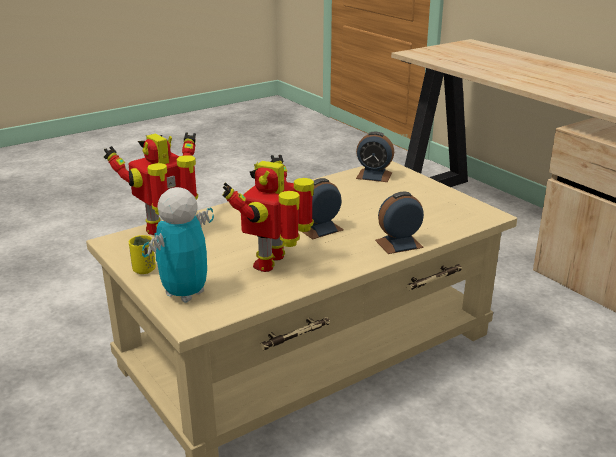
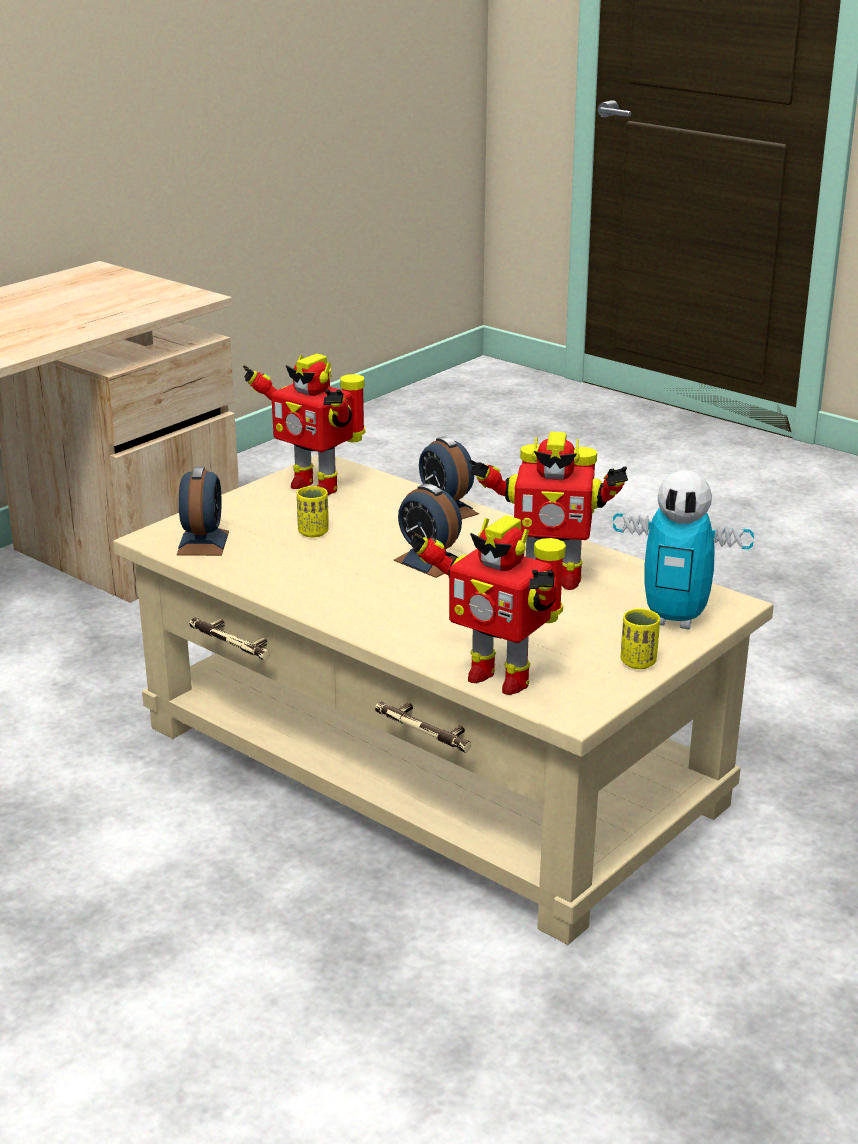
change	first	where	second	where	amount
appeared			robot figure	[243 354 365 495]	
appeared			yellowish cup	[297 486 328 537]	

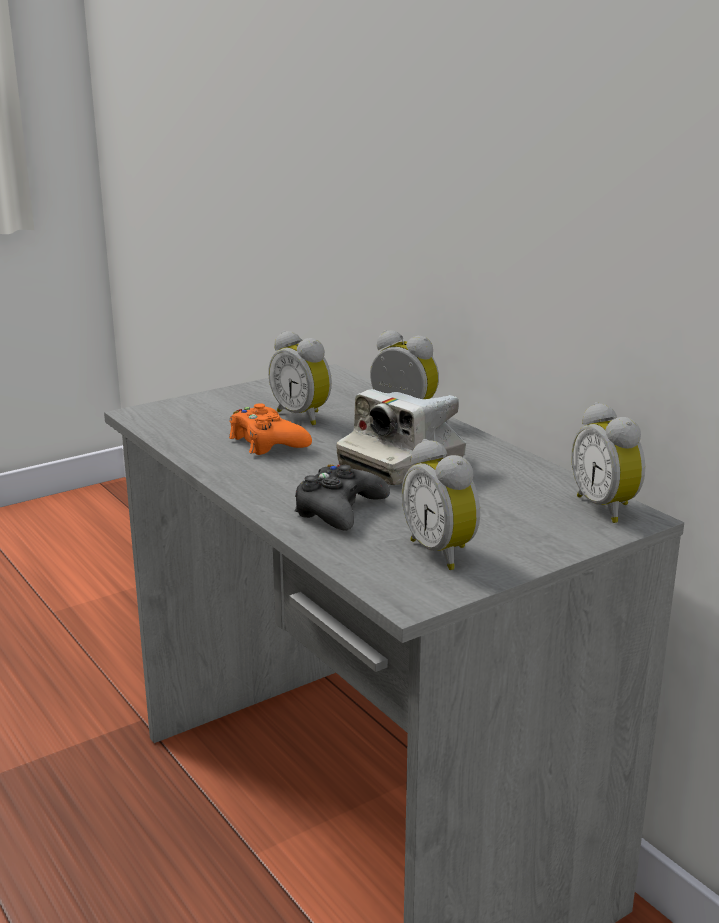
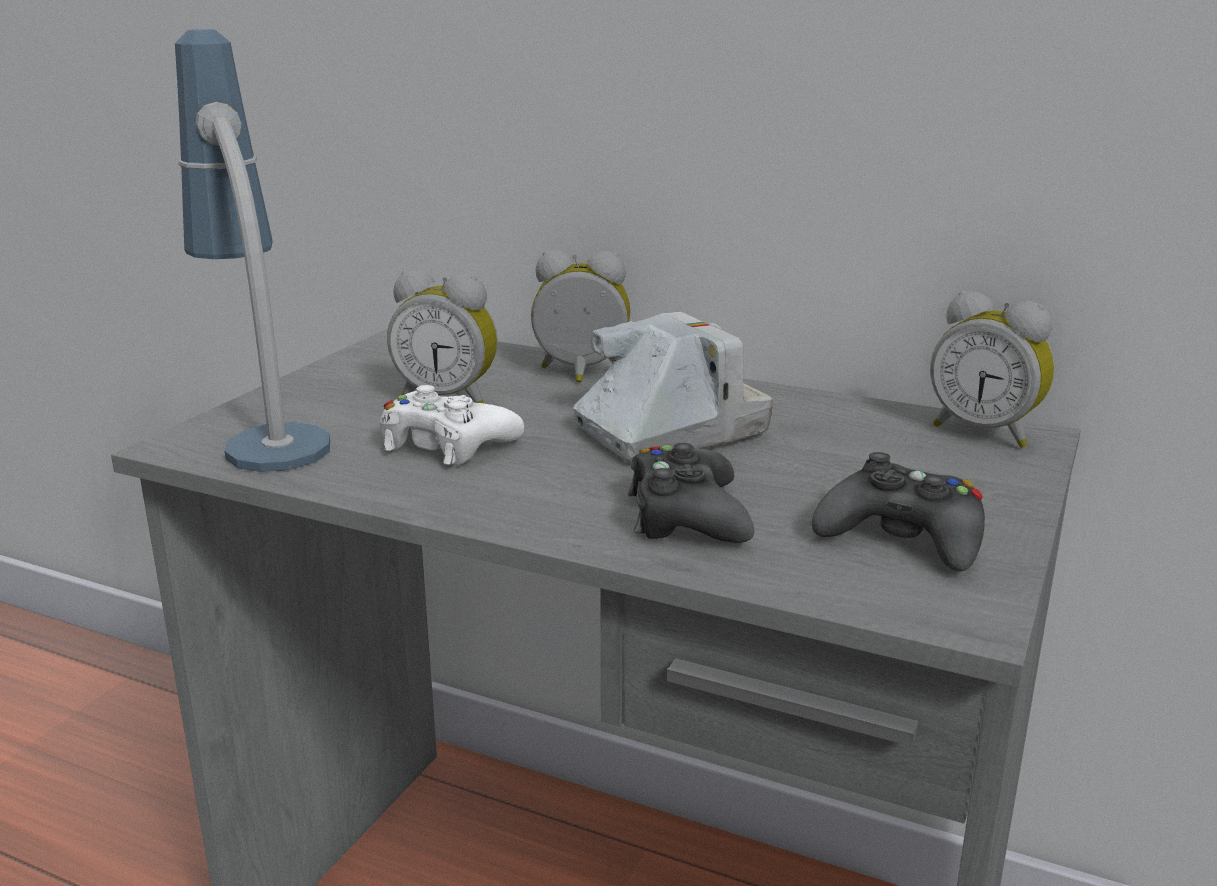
change	first	where	second	where	amount
spun	still camera	[336 389 466 485]		[573 312 773 463]	135 degrees counterclockwise
colour	orange-coloured game controller	[229 403 312 455]	white-coloured game controller	[380 385 524 465]	
exchanged	bedside clock	[402 439 480 570]	black game controller	[812 452 985 572]	
appeared			lamp for a table	[175 29 330 472]	

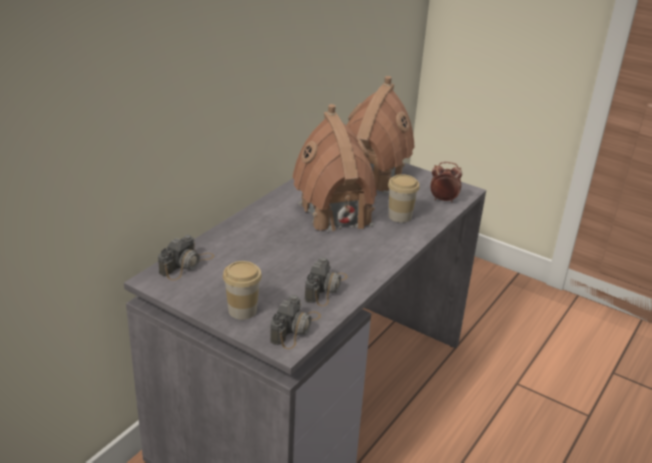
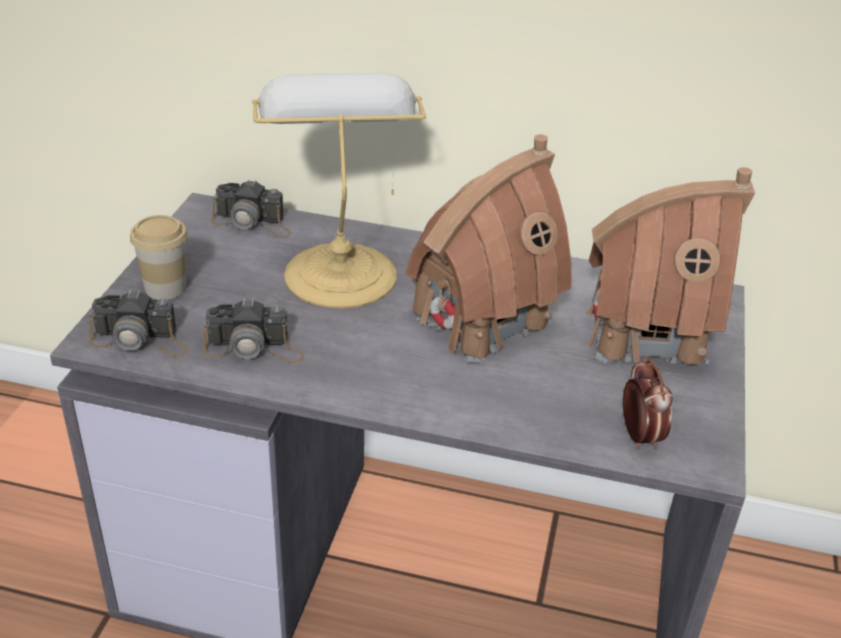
change	first	where	second	where	amount
missing	cup	[388 174 420 223]			
appeared			lamp for a table	[252 73 426 309]	

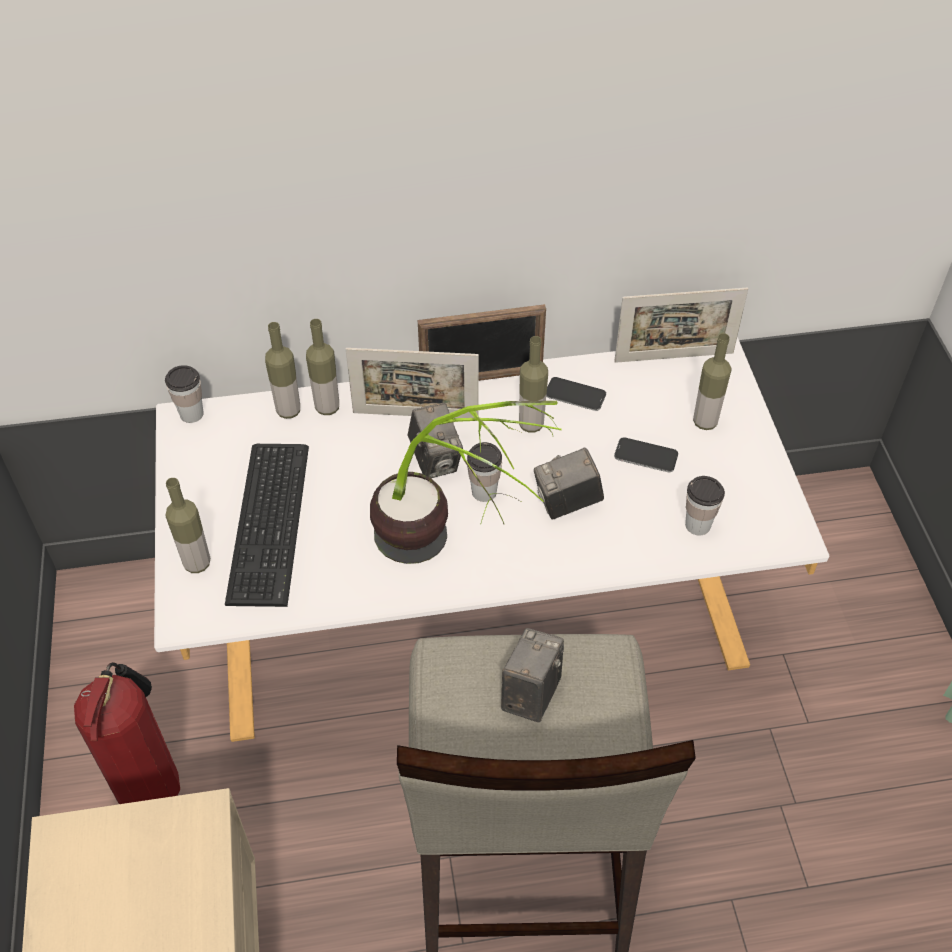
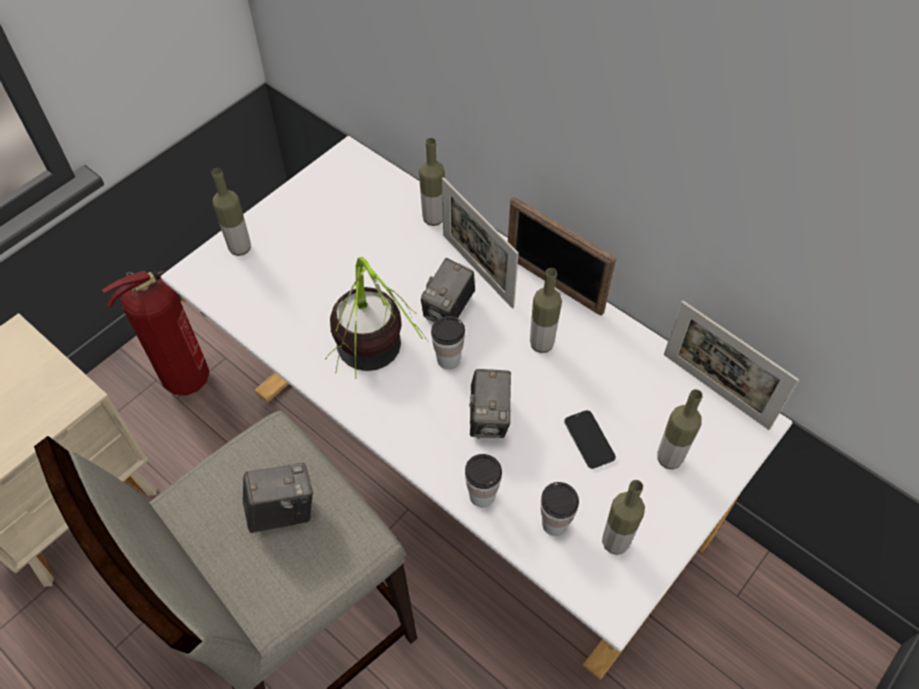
change	first	where	second	where	amount
relocated	drink bottle	[265 322 300 419]		[602 480 645 555]	
relocated	cup	[165 365 204 423]		[465 454 502 507]	
missing	telephone	[546 377 606 411]			
missing	computer keyboard	[225 444 309 607]			
spun	still camera	[534 448 604 519]		[469 369 511 439]	120 degrees counterclockwise

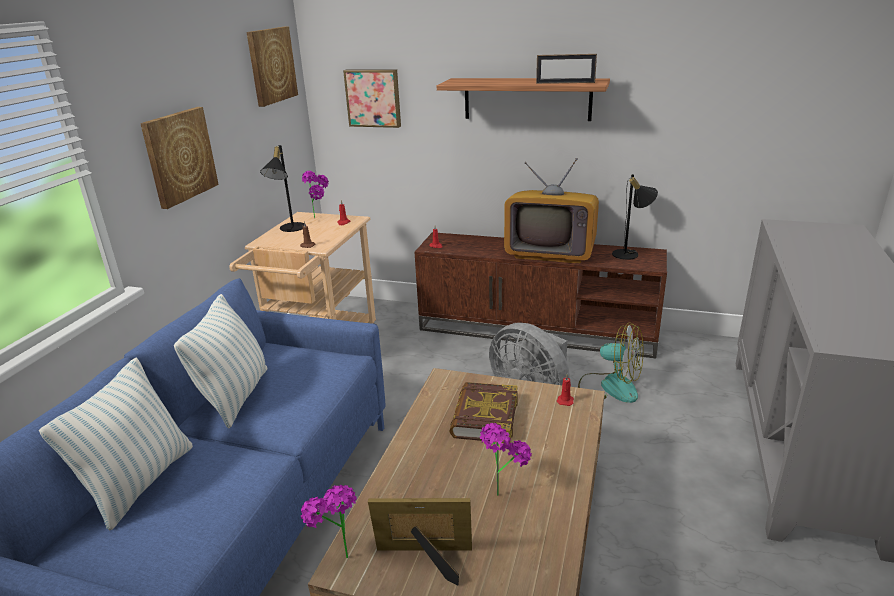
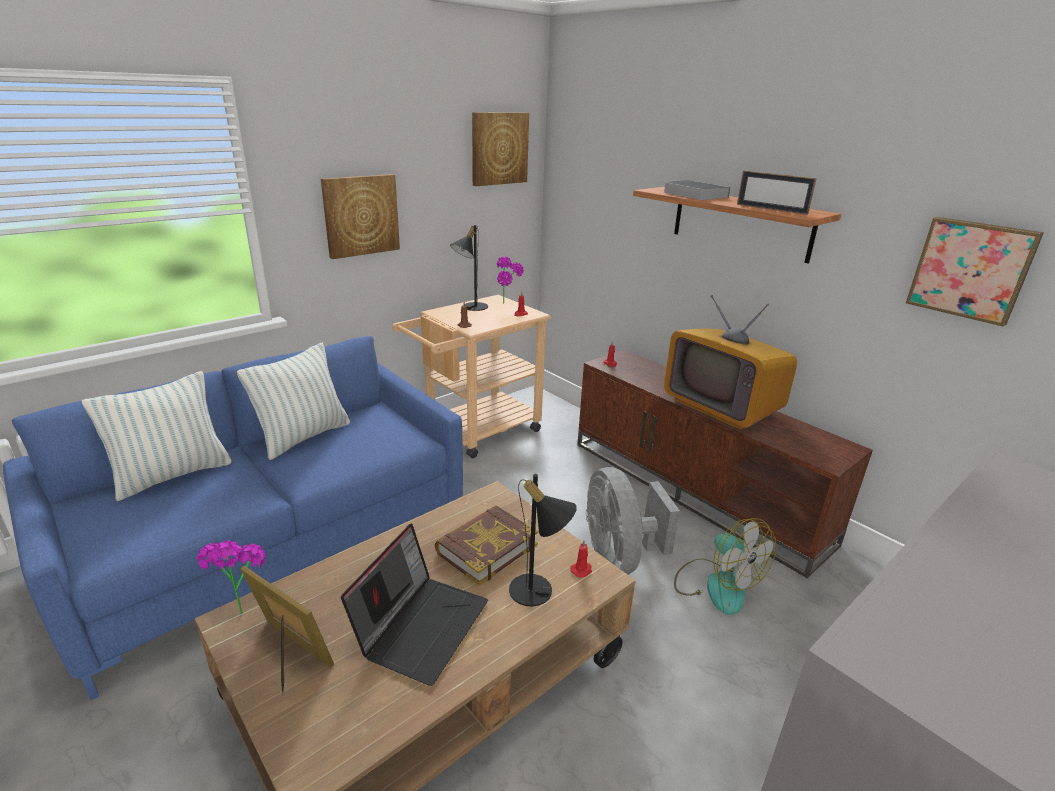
change	first	where	second	where	amount
relocated	wall picture	[343 69 401 128]		[906 217 1044 327]	
relocated	black lamp for a table	[612 174 658 260]		[509 474 577 607]	
exchanged	plant in a pot	[480 423 532 496]	portable computer	[341 523 488 686]	
appeared			volume	[663 180 730 200]	

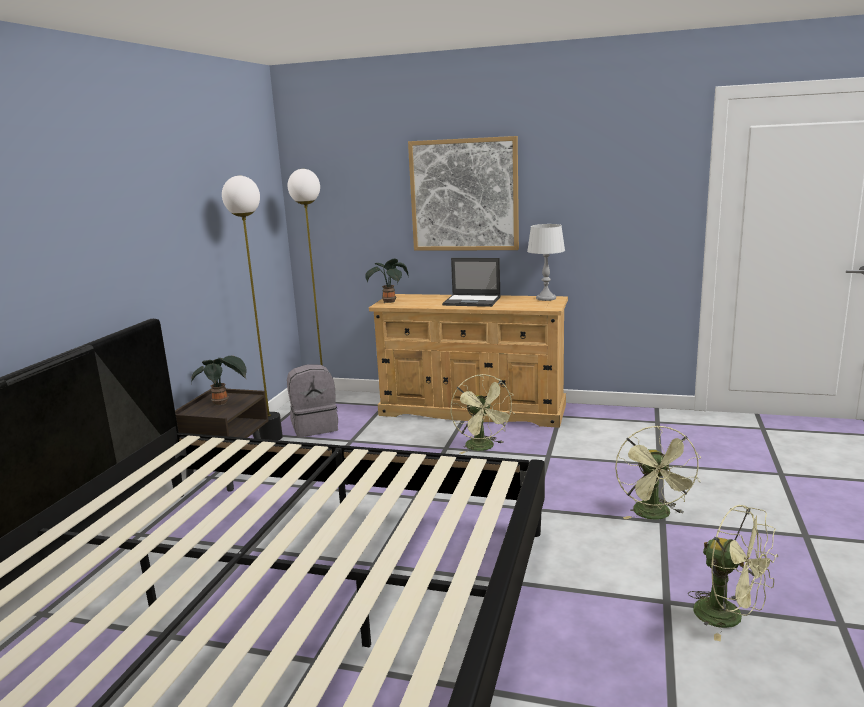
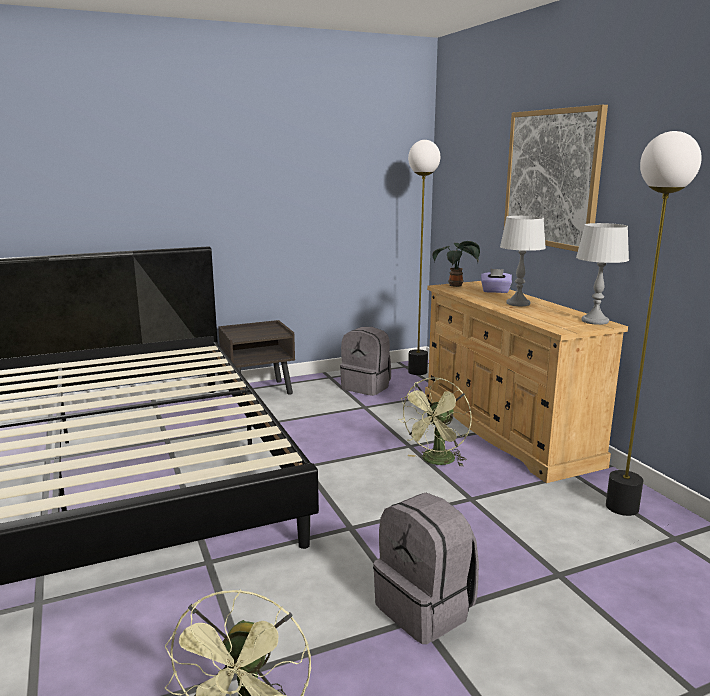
change	first	where	second	where	amount
relocated	standard lamp	[222 176 283 440]		[606 131 702 516]	
exchanged	portable computer	[442 258 501 307]	gray lamp for a table	[500 216 546 306]	
missing	plant in a pot	[191 356 246 405]			
exchanged	green fan	[615 426 701 520]	gray backpack	[373 493 479 644]	
appeared			purplish tissue box	[481 268 512 293]	

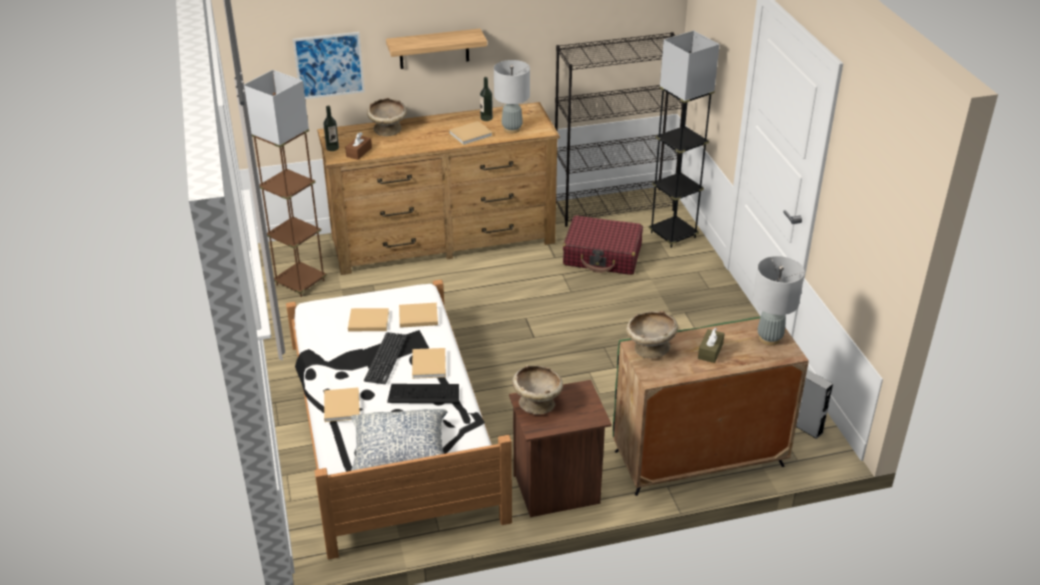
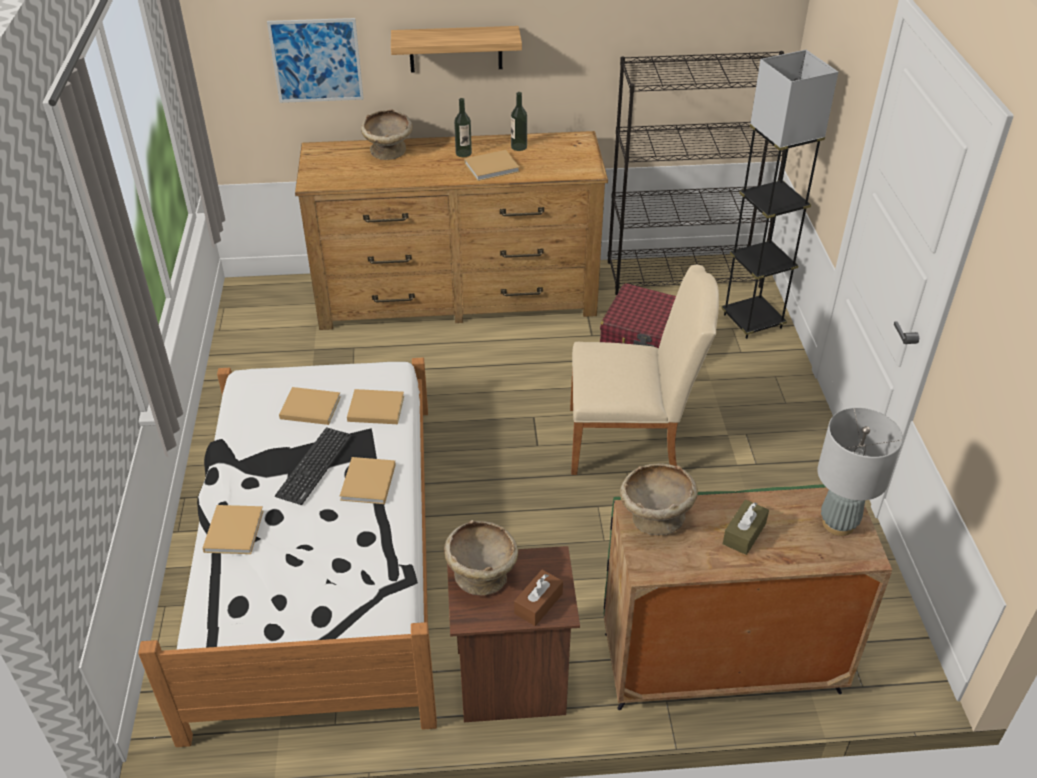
change	first	where	second	where	amount
missing	gray lamp for a table	[494 60 530 133]			
missing	brown standard lamp	[244 70 327 297]			
relocated	drink bottle	[324 106 339 151]		[454 98 472 157]	
relocated	brown tissue box	[345 132 372 160]		[514 570 563 626]	
missing	gray speaker	[796 370 833 439]			
missing	computer keyboard	[387 384 459 403]			
missing	cushion	[351 409 447 471]			
appeared			beige chair	[570 265 719 475]	

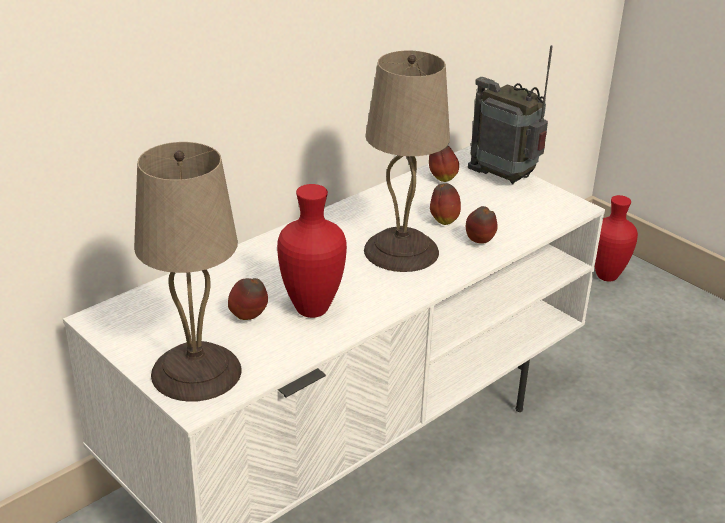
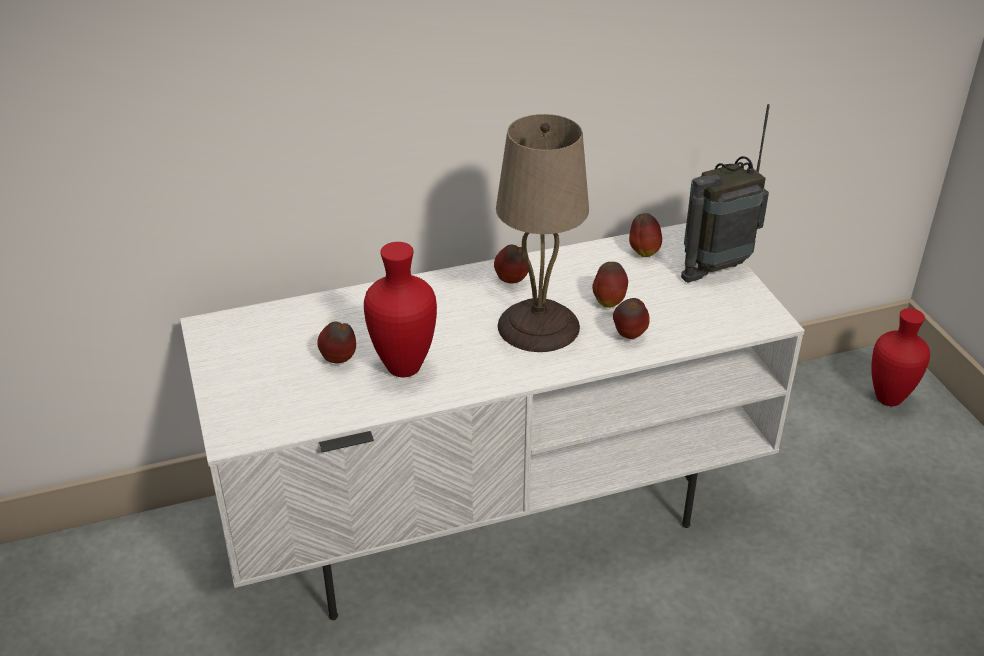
change	first	where	second	where	amount
spun	radio receiver	[468 45 553 185]		[681 104 770 283]	90 degrees counterclockwise
missing	beige lamp for a table	[134 142 242 402]			
appeared			apple	[494 244 528 284]	

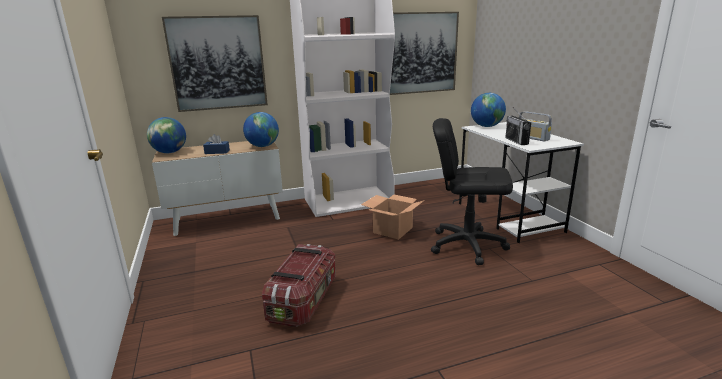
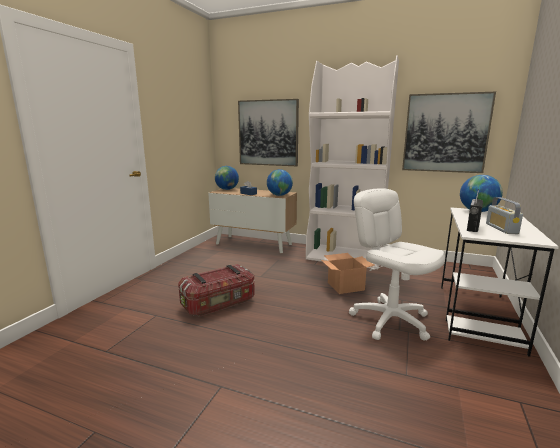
change	first	where	second	where	amount
colour	black office chair	[431 118 513 265]	white-coloured office chair	[349 188 445 341]	

